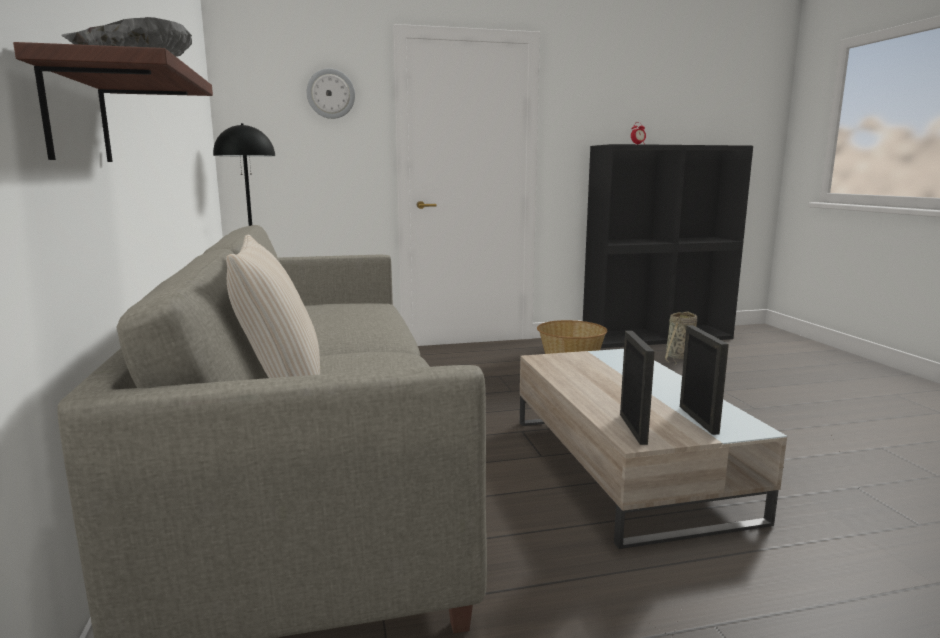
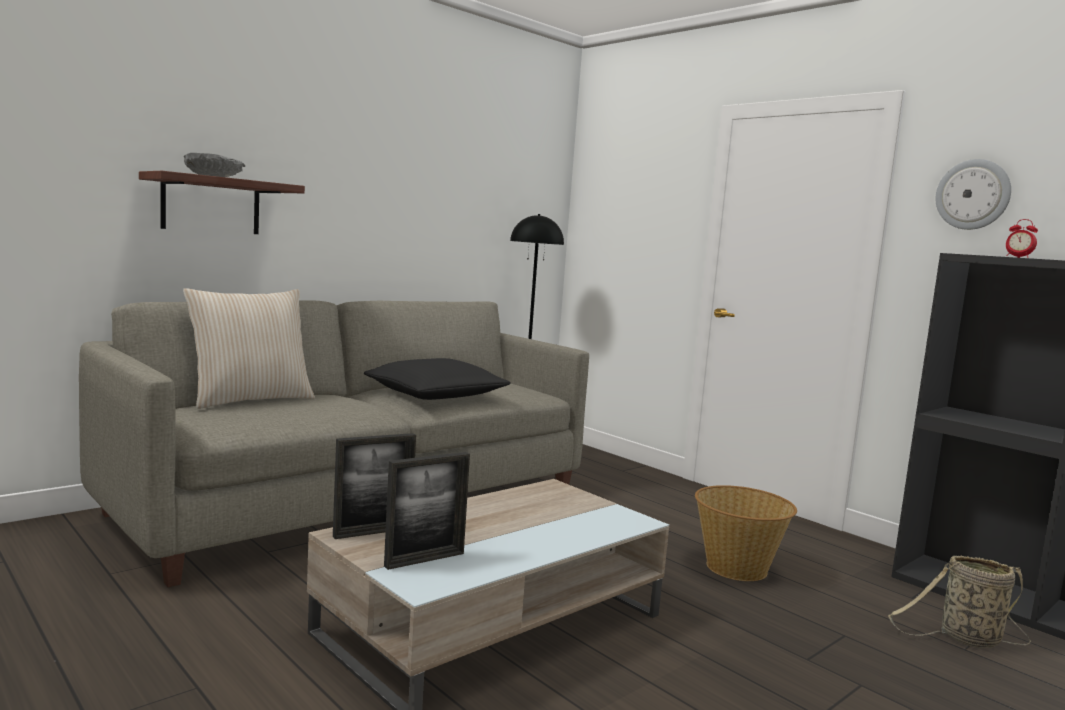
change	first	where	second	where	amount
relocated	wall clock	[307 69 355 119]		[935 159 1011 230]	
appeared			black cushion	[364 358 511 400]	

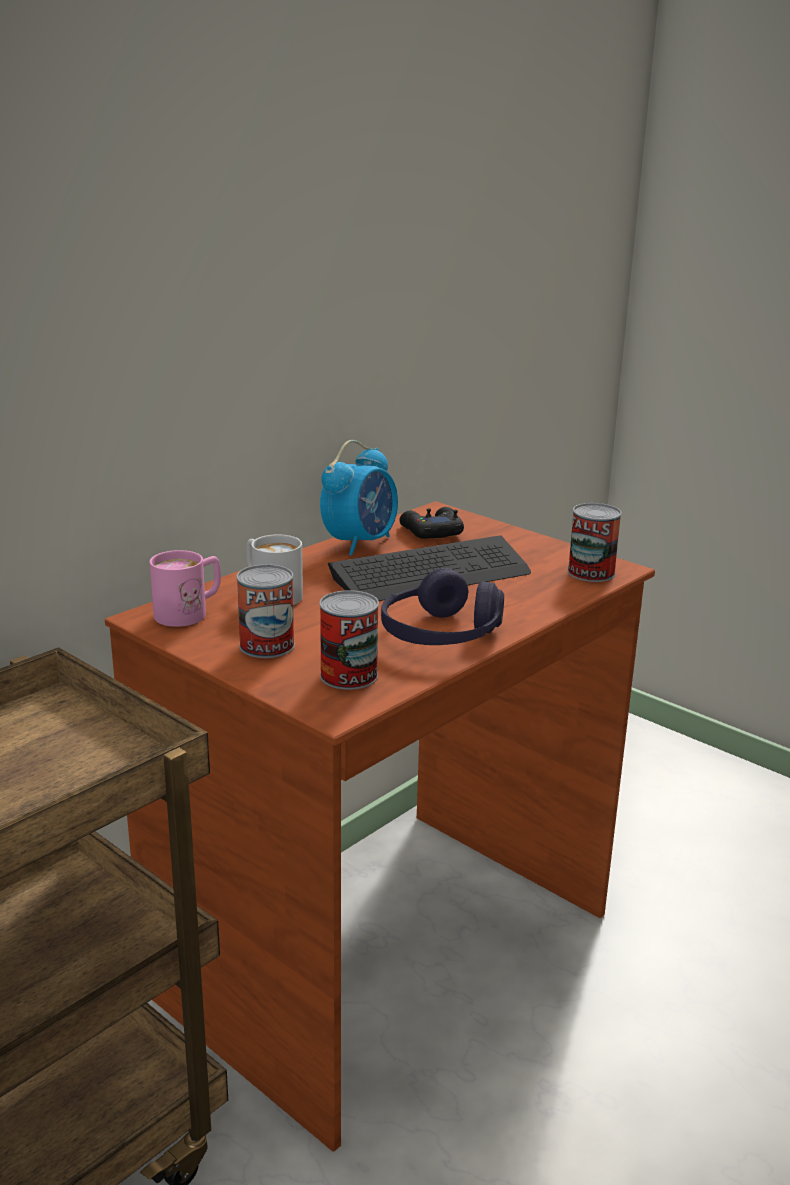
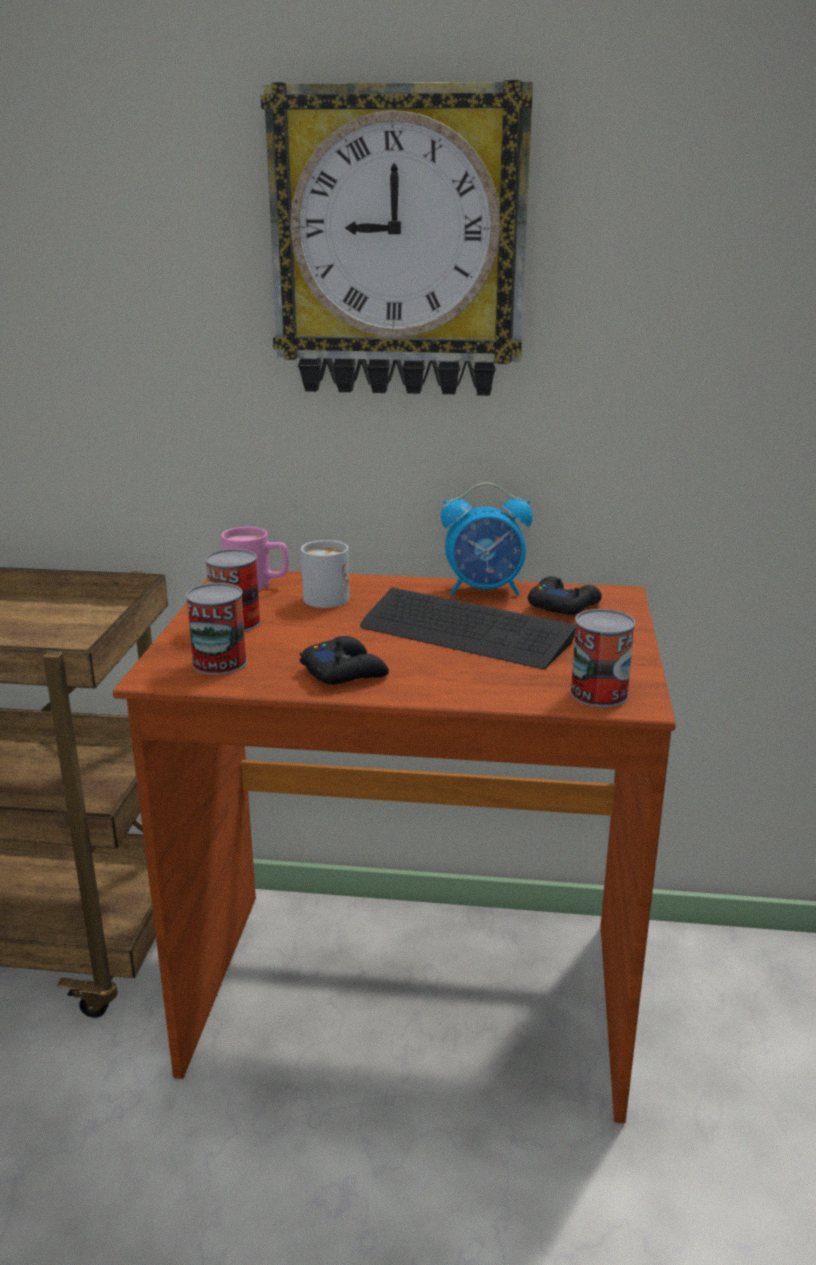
change	first	where	second	where	amount
exchanged	purplish pair of headphones	[381 568 504 645]	black game controller	[300 636 389 685]	
appeared			wall clock	[261 80 533 396]	

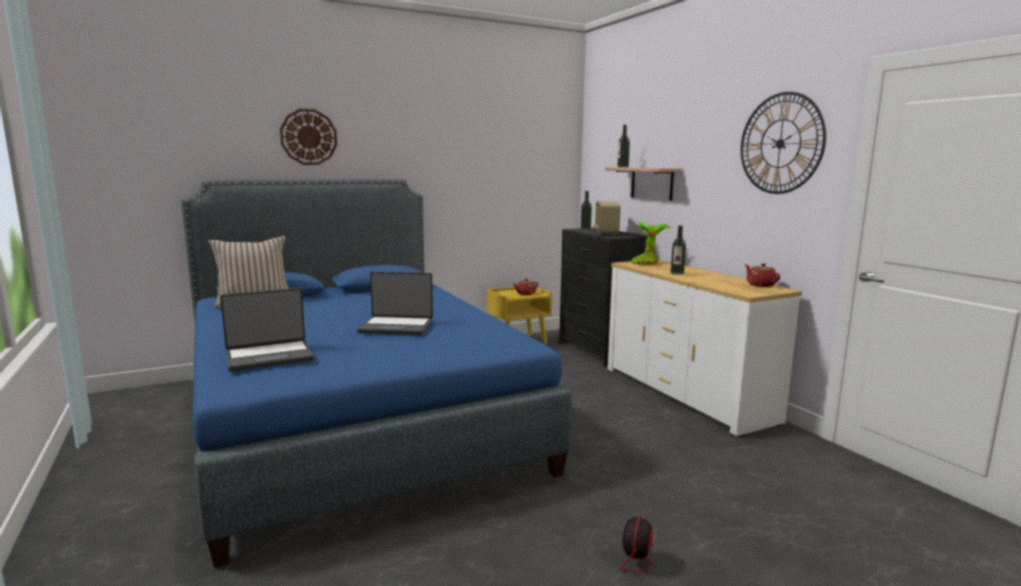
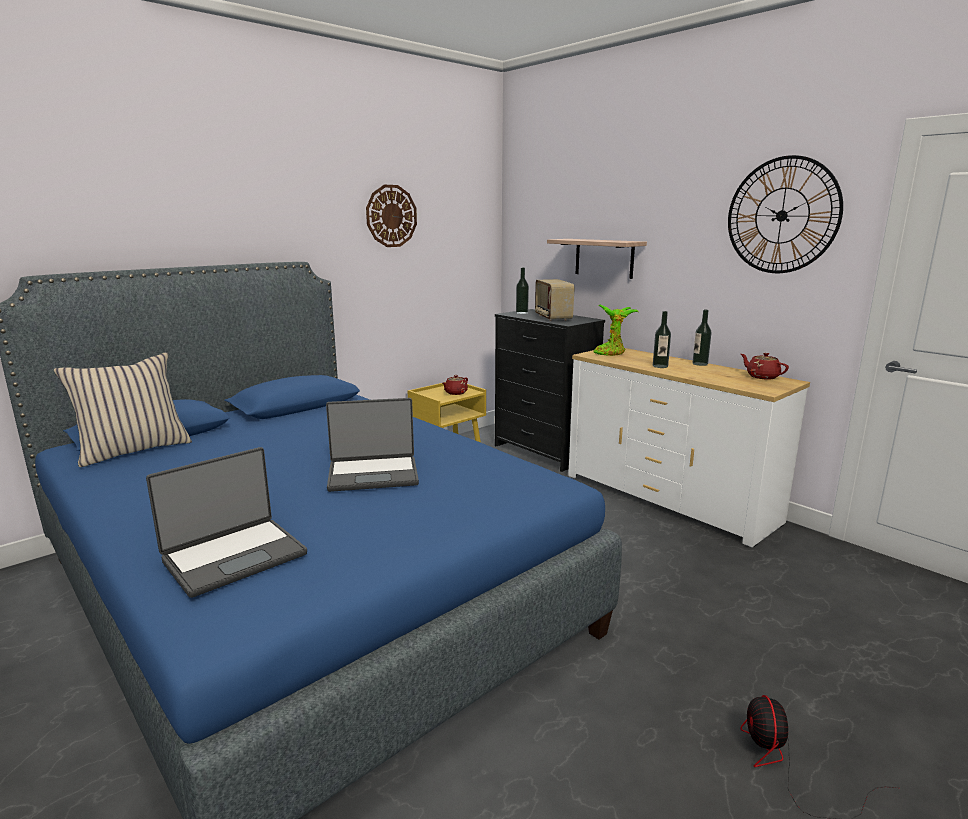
change	first	where	second	where	amount
relocated	wall clock	[280 109 337 165]		[366 185 417 247]	
relocated	drink bottle	[617 125 630 167]		[692 310 711 366]	

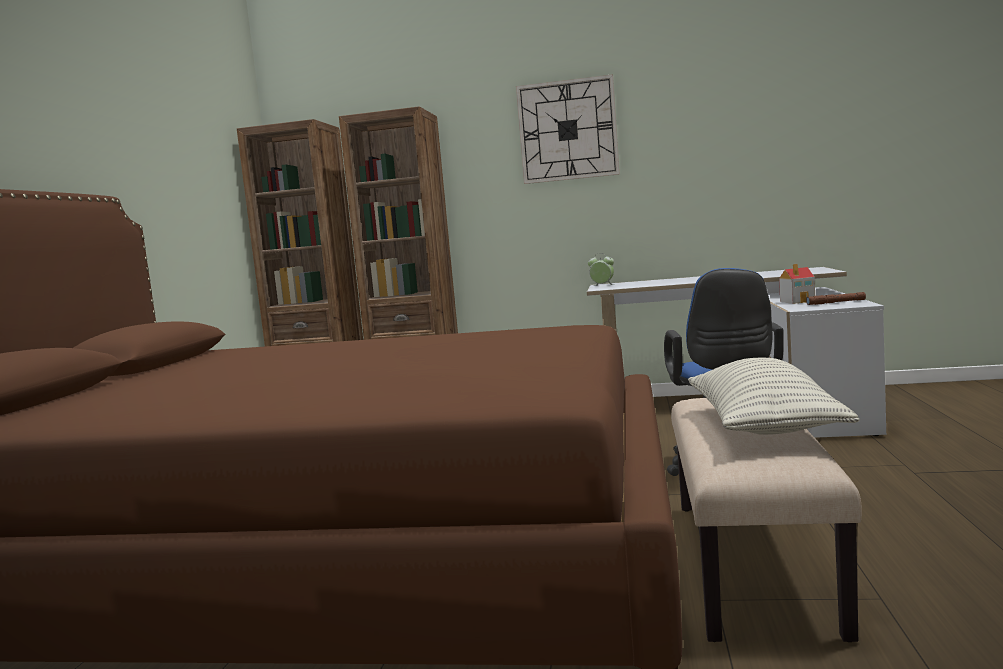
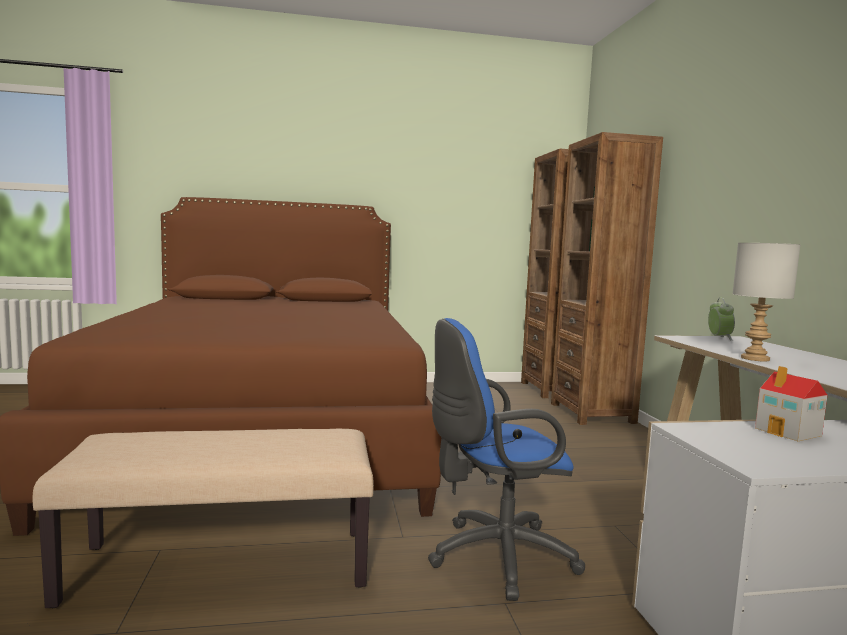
change	first	where	second	where	amount
missing	wall clock	[516 74 620 184]			
missing	brown flashlight	[806 292 866 305]			
missing	cushion	[688 358 859 435]			
appeared			gray lamp for a table	[733 243 801 362]	

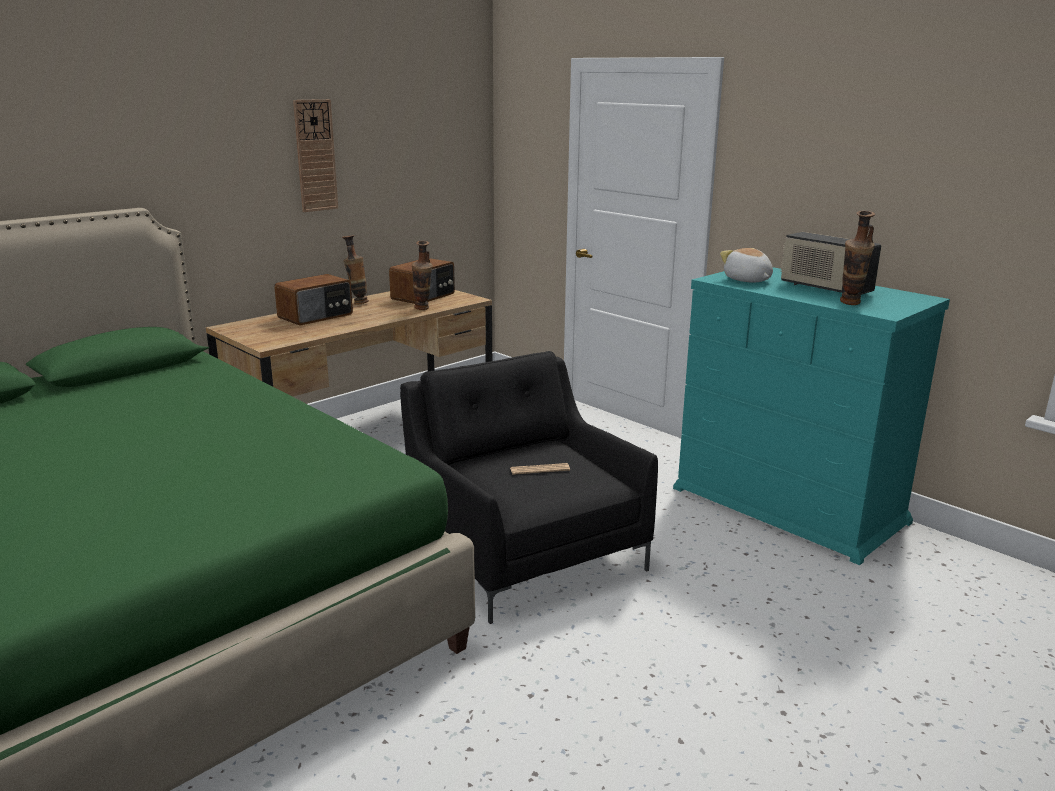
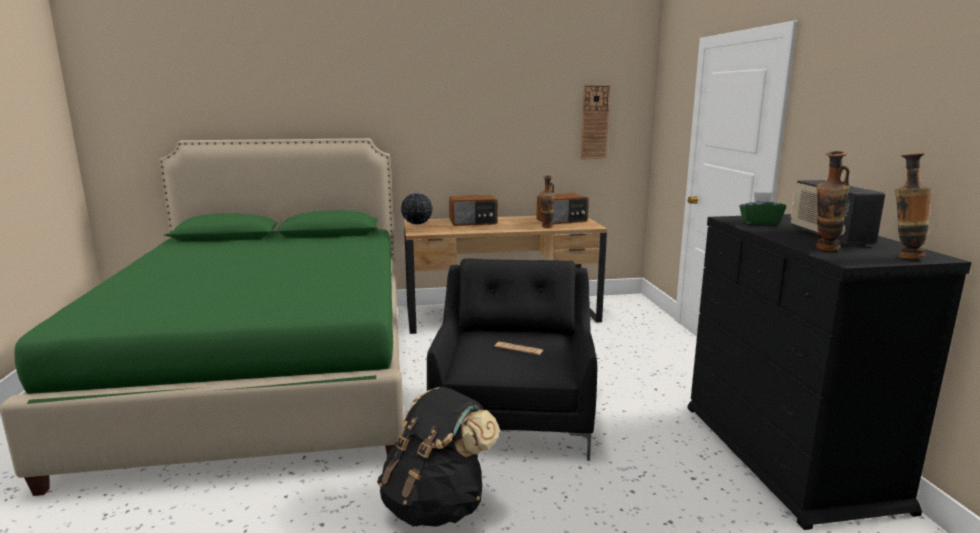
change	first	where	second	where	amount
relocated	wall clock	[293 99 338 212]		[581 84 611 159]	
relocated	flower vase	[342 235 369 305]		[895 153 932 259]	
exchanged	plush toy	[720 248 773 282]	green tissue box	[739 192 786 225]	
colour	turquoise-coloured dresser	[673 267 950 565]	black dresser	[687 214 972 530]	
appeared			desk globe	[401 189 433 229]	
appeared			black backpack	[377 387 500 527]	

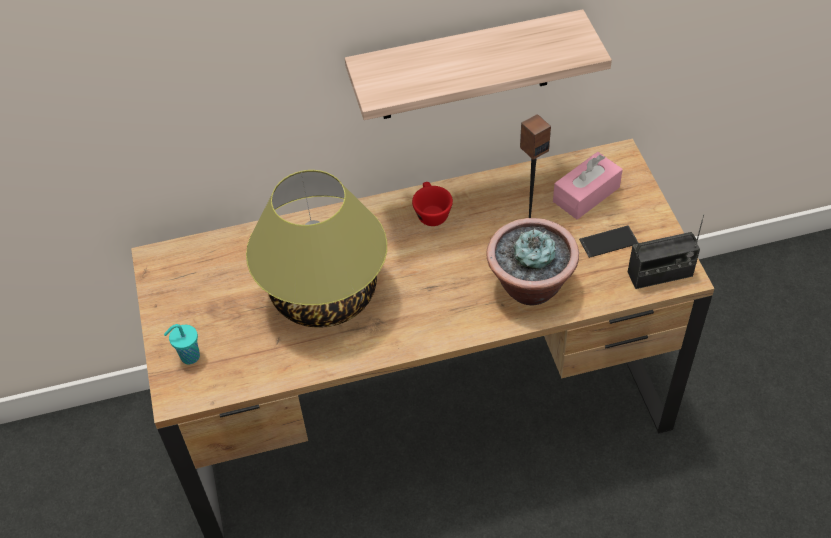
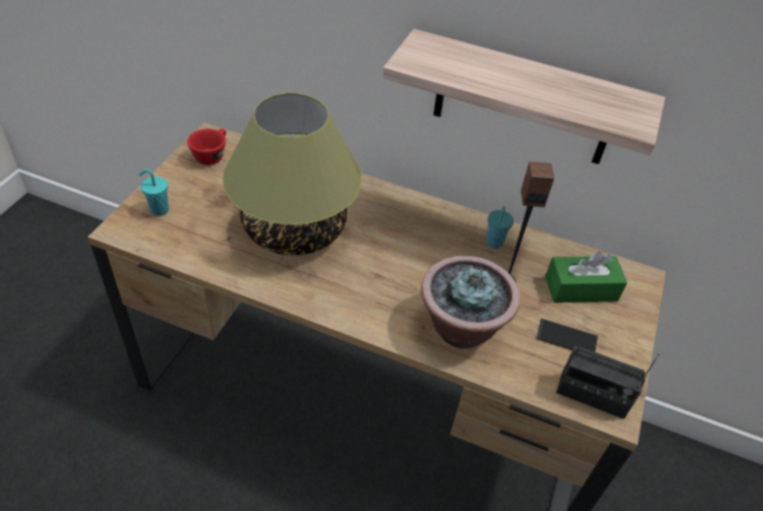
change	first	where	second	where	amount
colour	pink-coloured tissue box	[553 152 623 220]	green tissue box	[545 252 627 303]	
relocated	red-coloured cup	[412 182 453 226]		[187 129 226 165]	
appeared			turquoise-coloured cup	[486 206 514 249]	

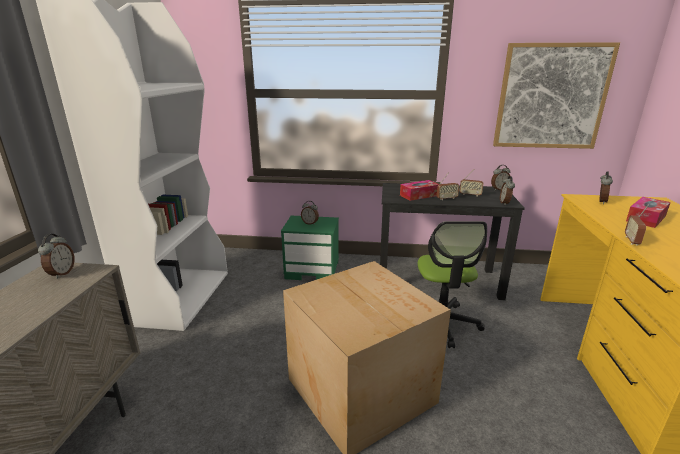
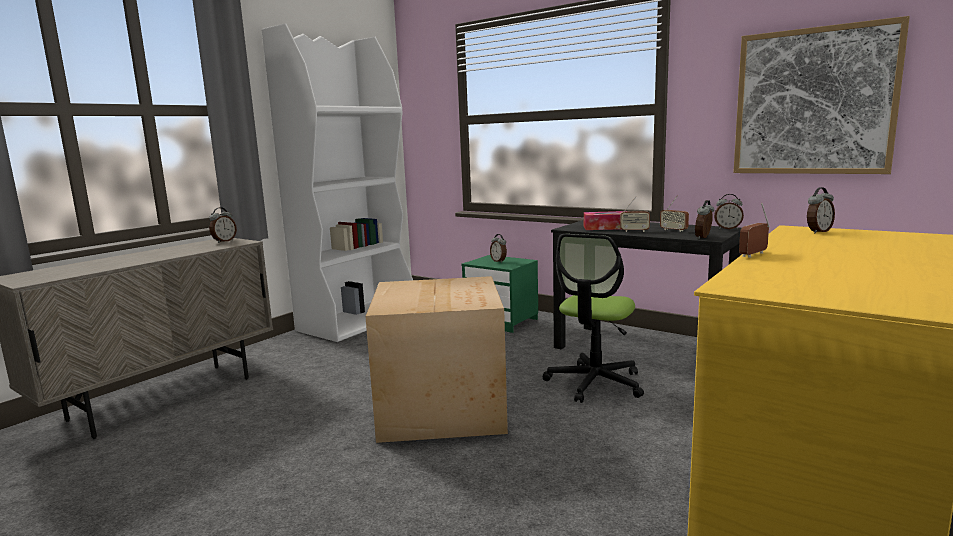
change	first	where	second	where	amount
missing	tissue box	[626 197 671 228]			

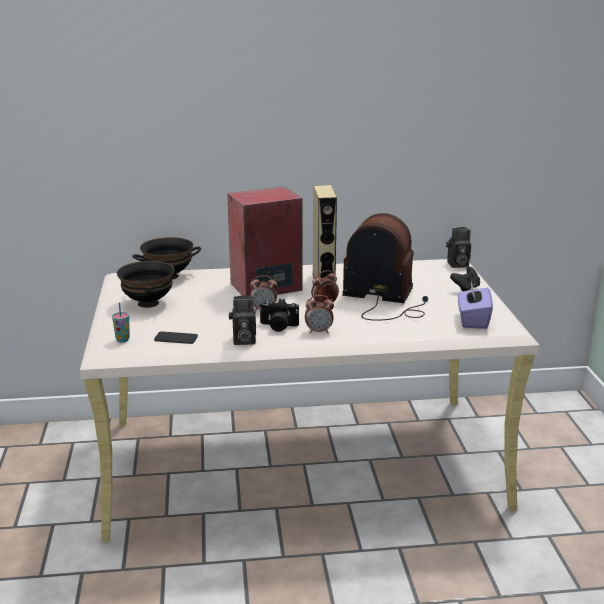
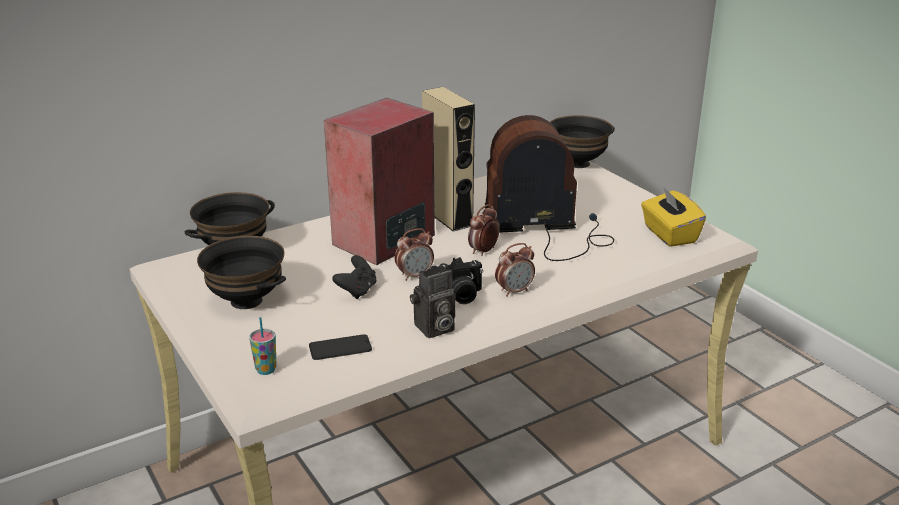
change	first	where	second	where	amount
exchanged	still camera	[446 227 471 268]	black bowl	[550 115 615 168]	
relocated	black game controller	[450 267 480 291]		[332 255 377 299]	
colour	purplish tissue box	[458 282 493 329]	yellowish tissue box	[641 186 706 247]	

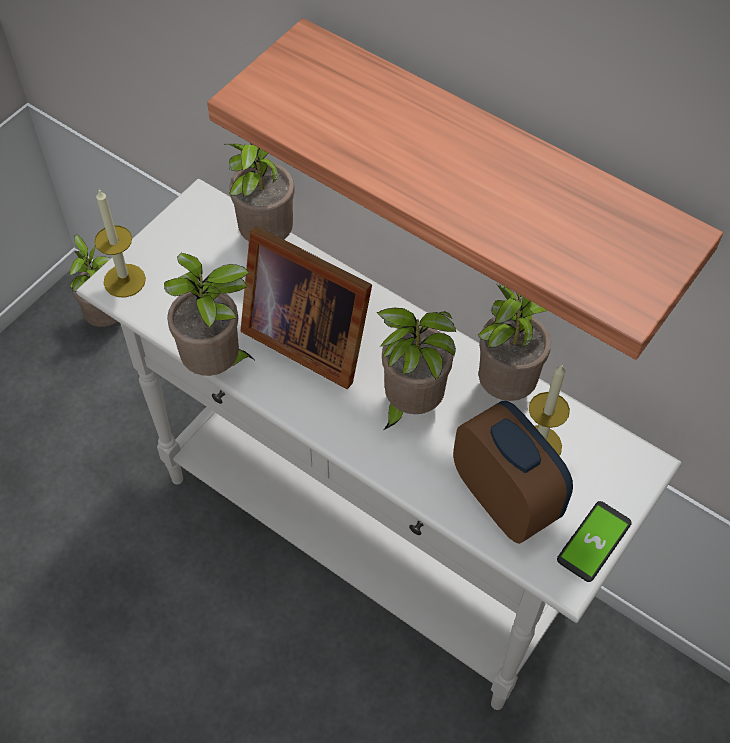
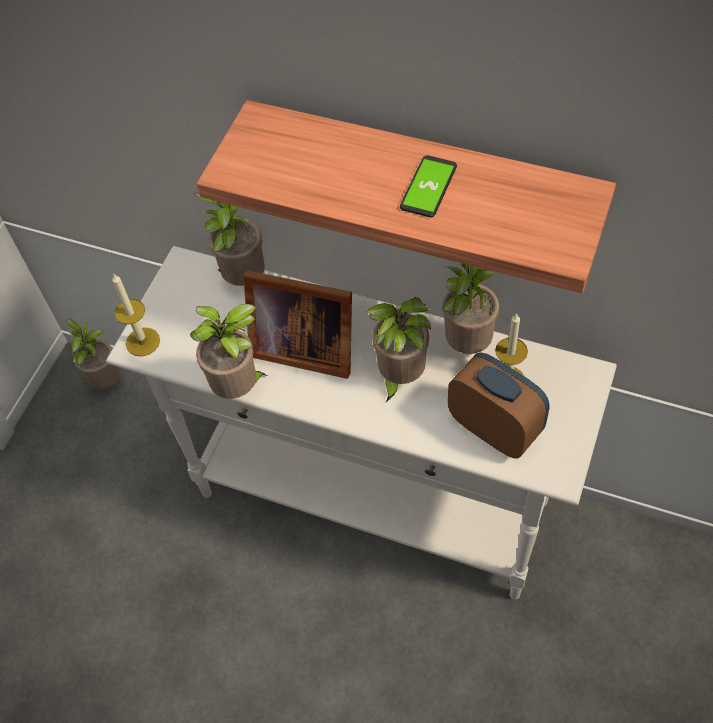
change	first	where	second	where	amount
relocated	telephone	[557 501 632 582]		[400 155 457 217]	

